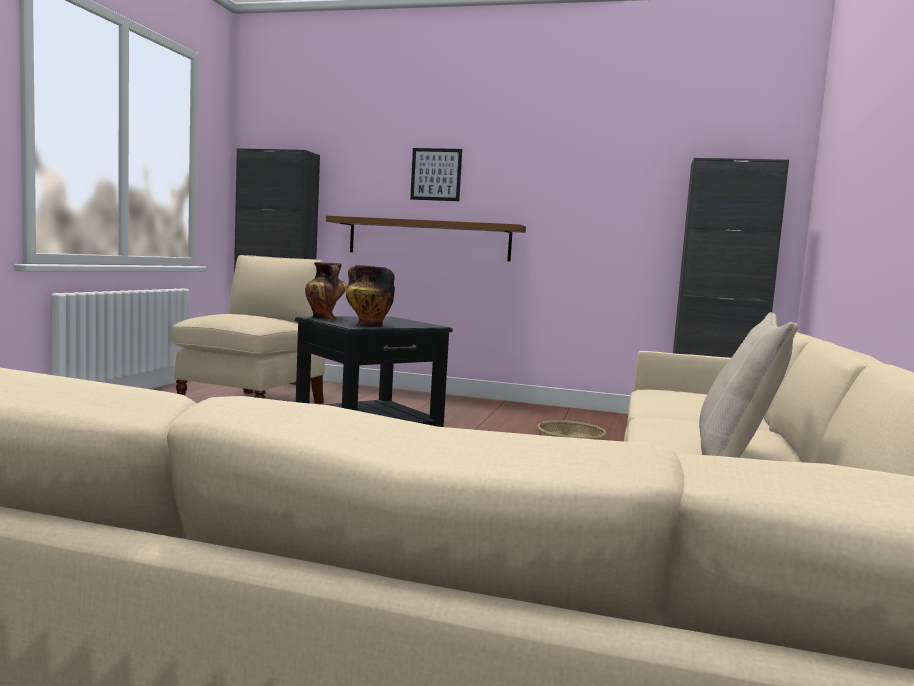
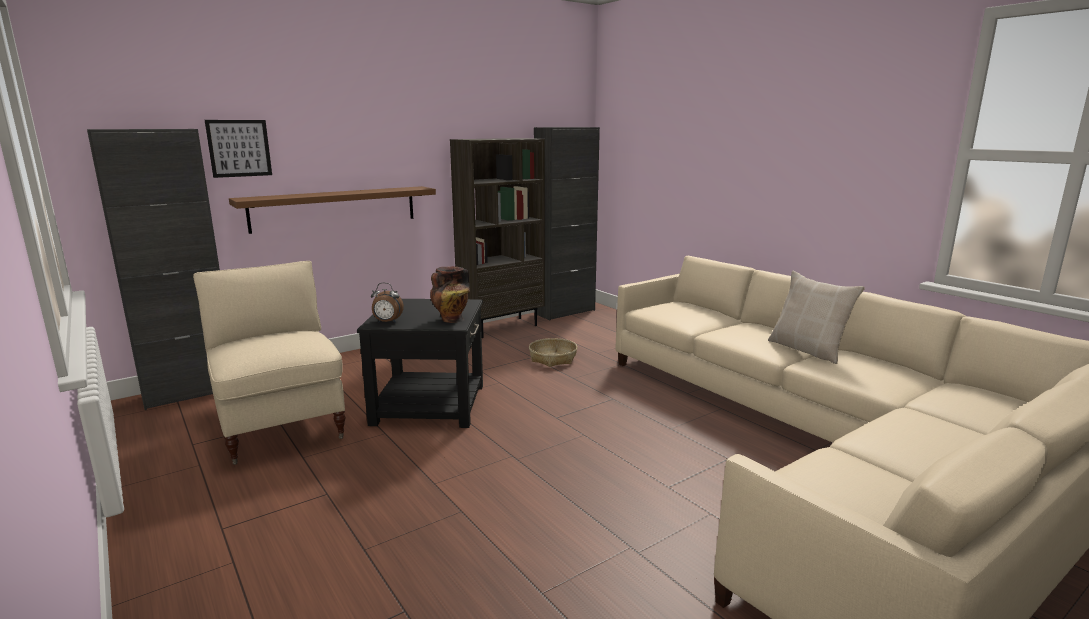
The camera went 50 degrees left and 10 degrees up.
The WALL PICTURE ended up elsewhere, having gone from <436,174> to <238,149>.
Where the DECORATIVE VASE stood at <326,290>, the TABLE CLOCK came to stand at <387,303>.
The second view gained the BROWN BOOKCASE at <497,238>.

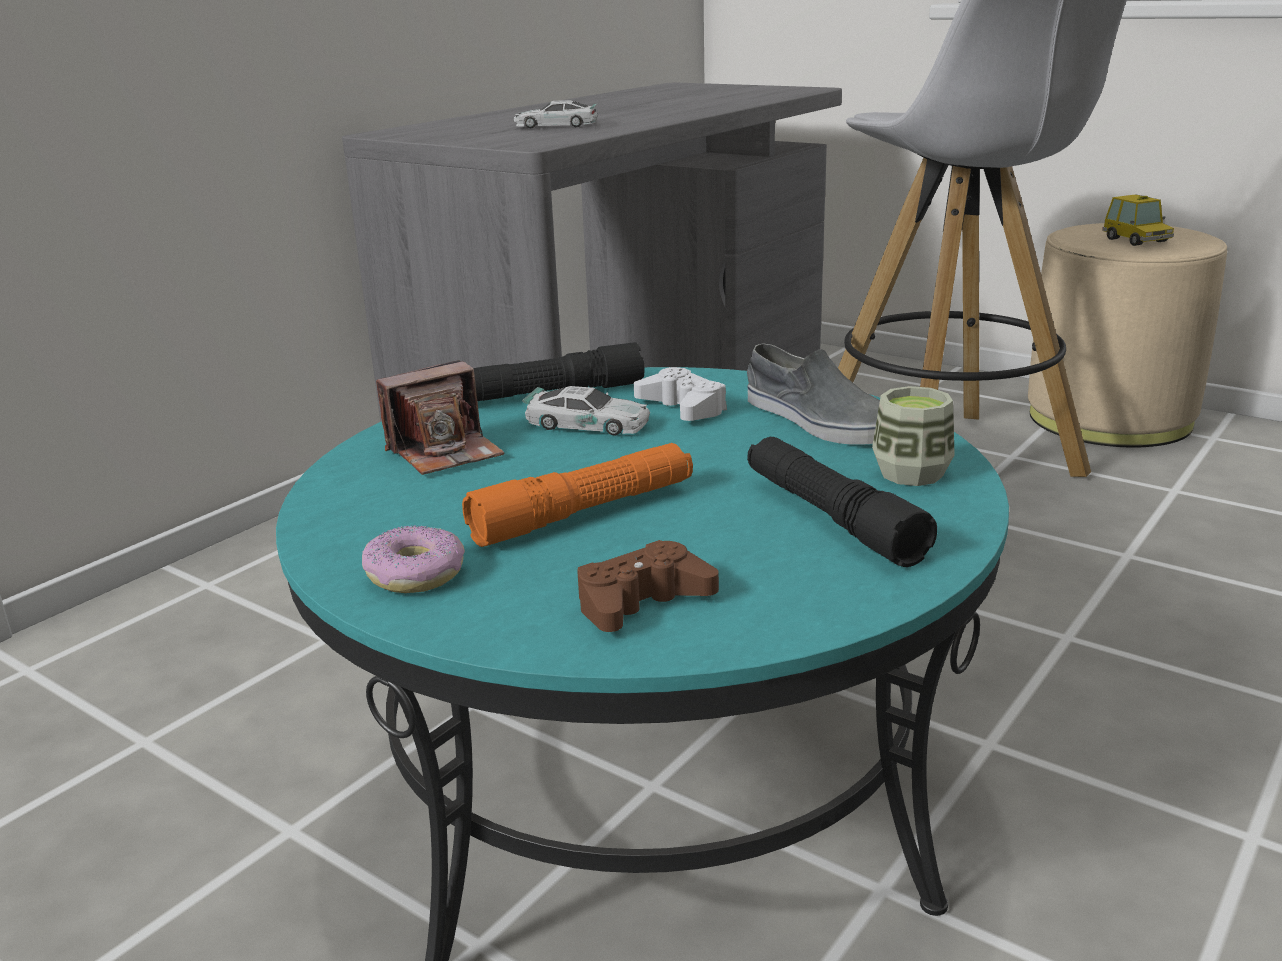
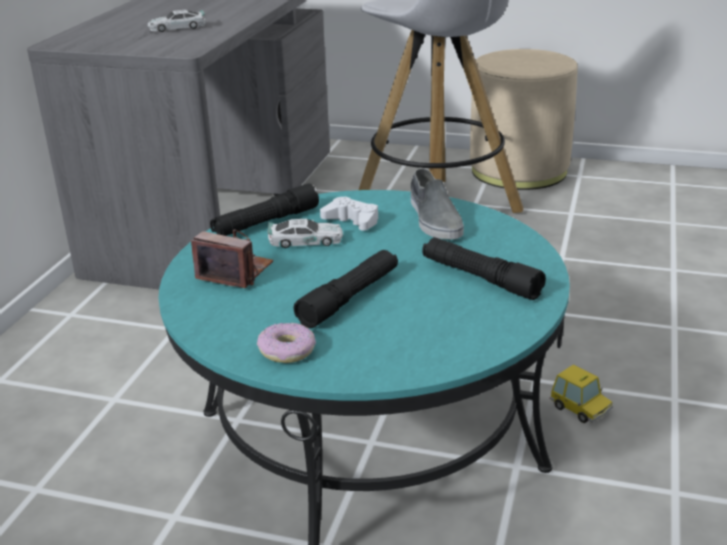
The camera went 20 degrees left and 5 degrees up.
The PHOTO CAMERA at <440,417> ended up facing another way, 105 degrees counterclockwise from before.
What was the ORANGE-COLOURED TORCH at <577,495> turned into the BLACK-COLOURED TORCH at <346,289>.
The GREY ITEM OF FOOTWEAR at <813,394> ended up facing another way, 45 degrees clockwise from before.
The TOY CAR ended up elsewhere, having gone from <1138,220> to <581,393>.
The second view lost the BROWN JOYPAD at <648,586>.
The second view lost the DRINKING CUP at <913,436>.

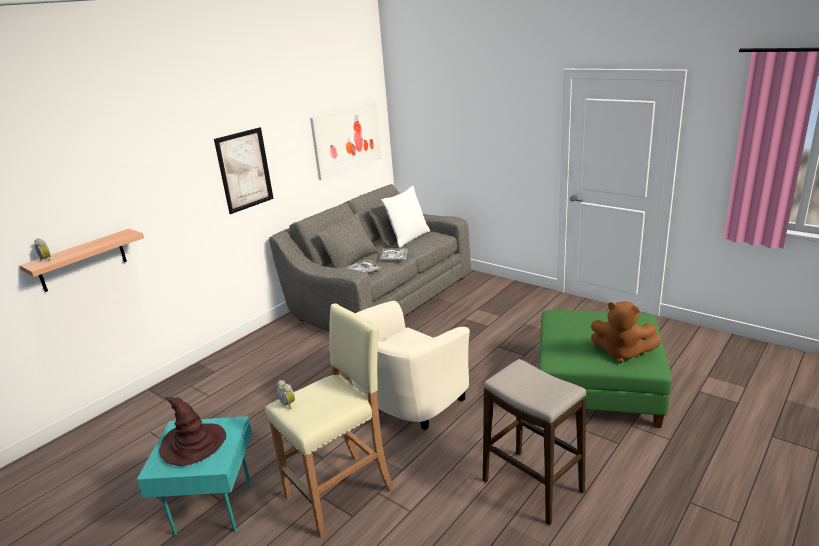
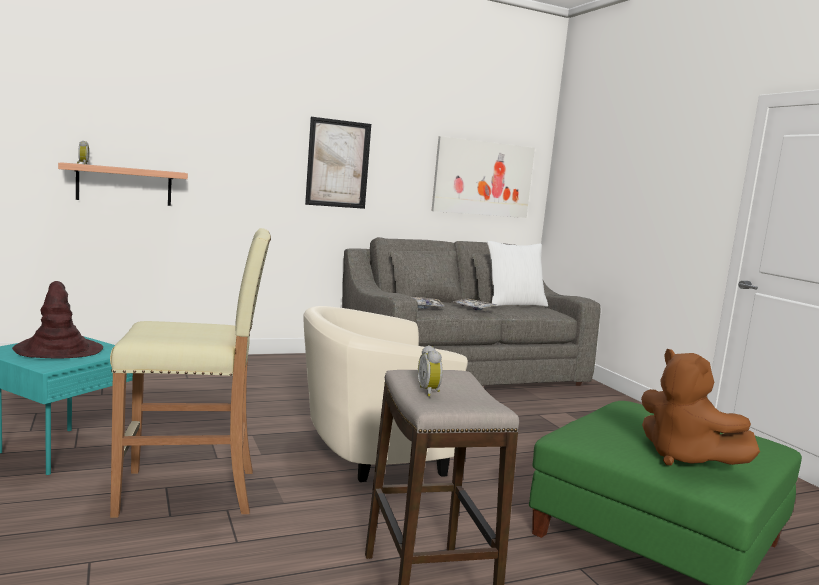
The camera went 25 degrees right and 15 degrees down.
The TABLE CLOCK ended up elsewhere, having gone from <286,394> to <430,371>.

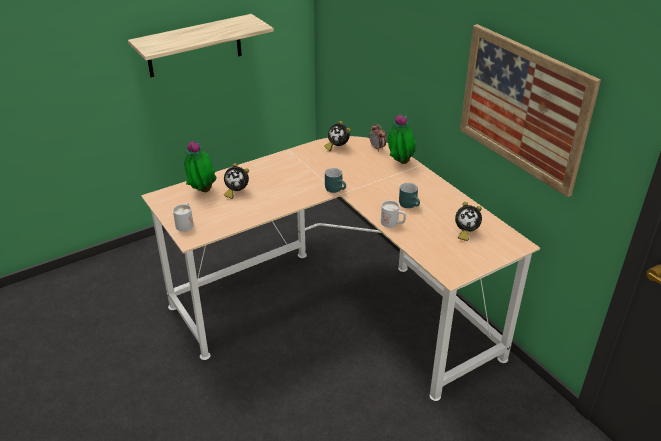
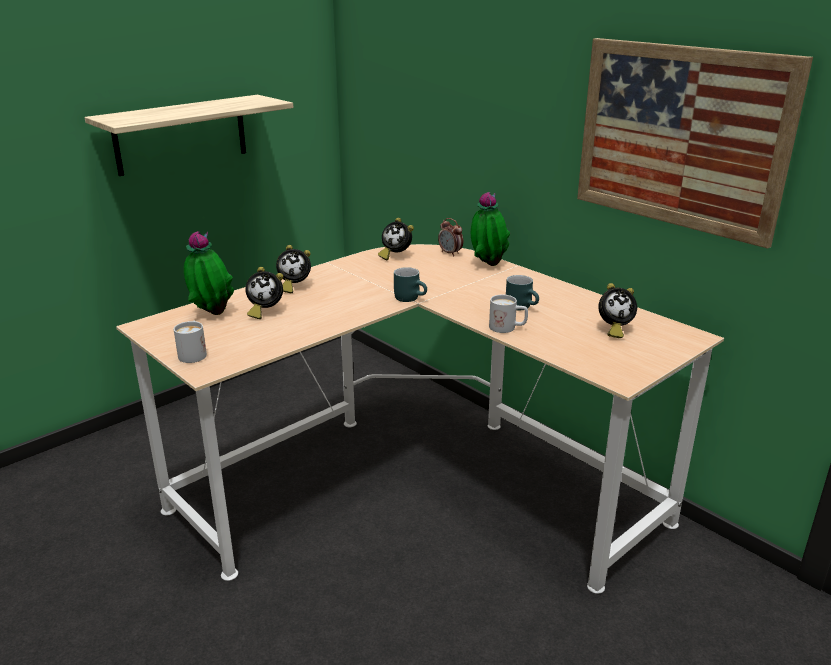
The camera went 10 degrees left and 10 degrees down.
The second view gained the TABLE CLOCK at <293,269>.

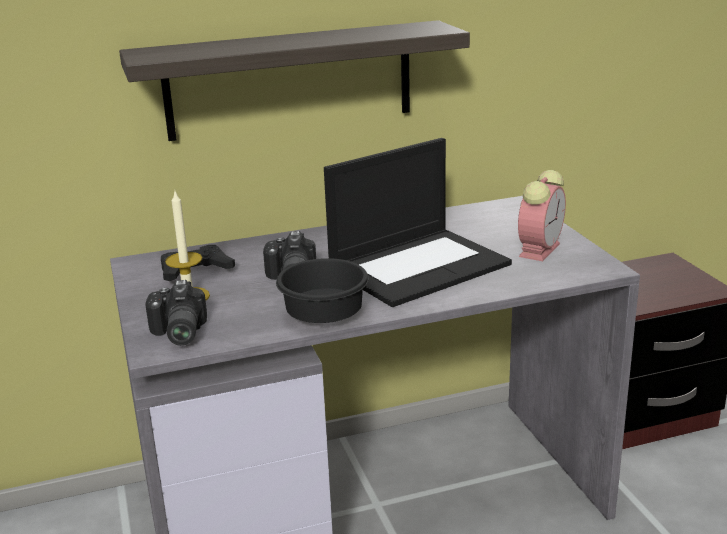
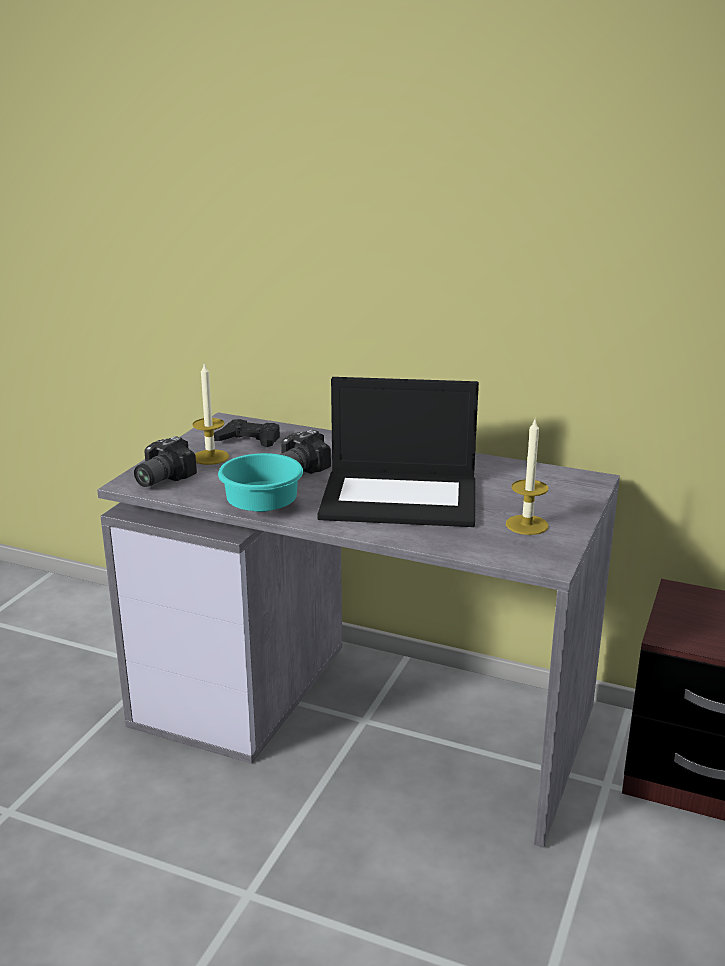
The camera went 40 degrees right and 0 degrees up.
What was the BLACK-COLOURED DEEP DISH at <322,290> turned into the TURQUOISE-COLOURED DEEP DISH at <260,482>.
Where the TABLE CLOCK stood at <542,215>, the WAX LIGHT came to stand at <527,476>.
The second view lost the BRACKET SHELF at <294,80>.

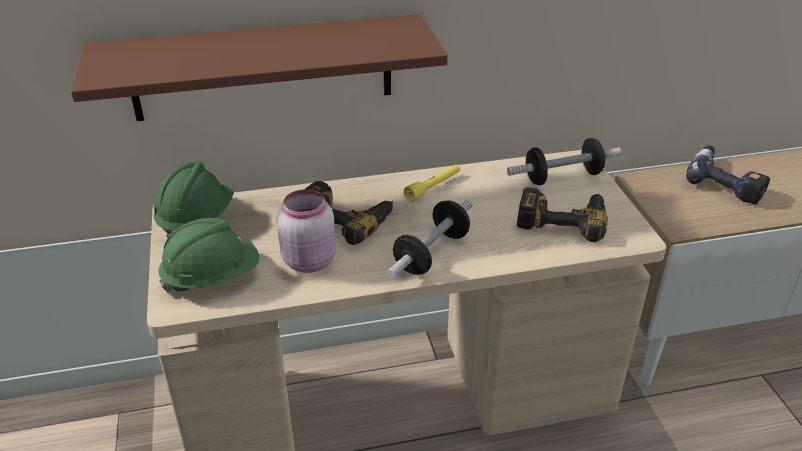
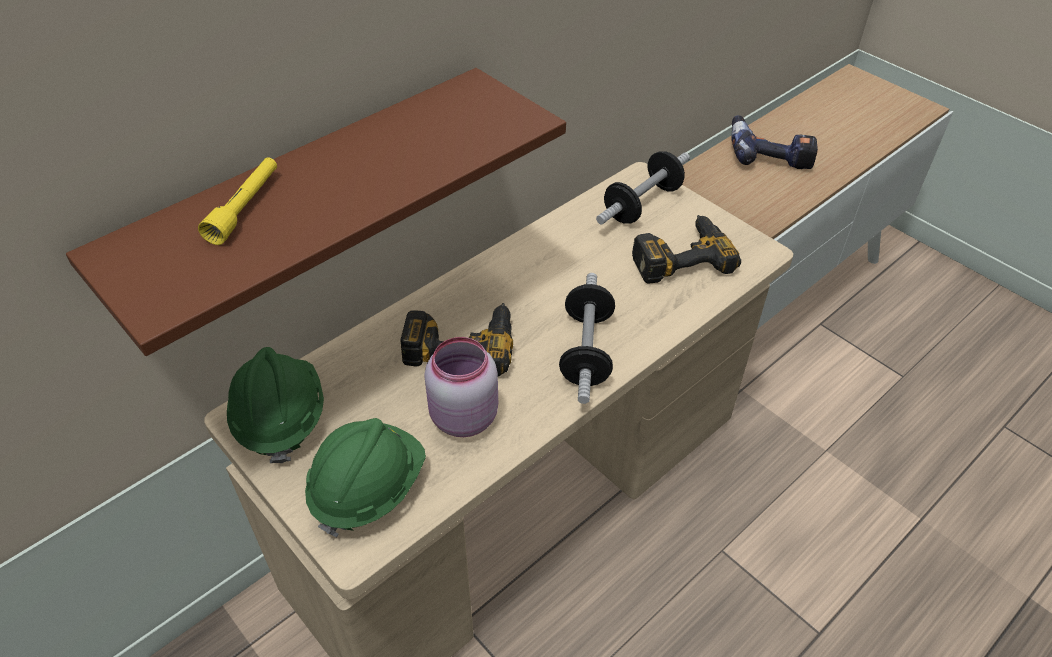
The camera went 30 degrees left and 10 degrees up.
The YELLOW-COLOURED TORCH ended up elsewhere, having gone from <432,183> to <237,201>.

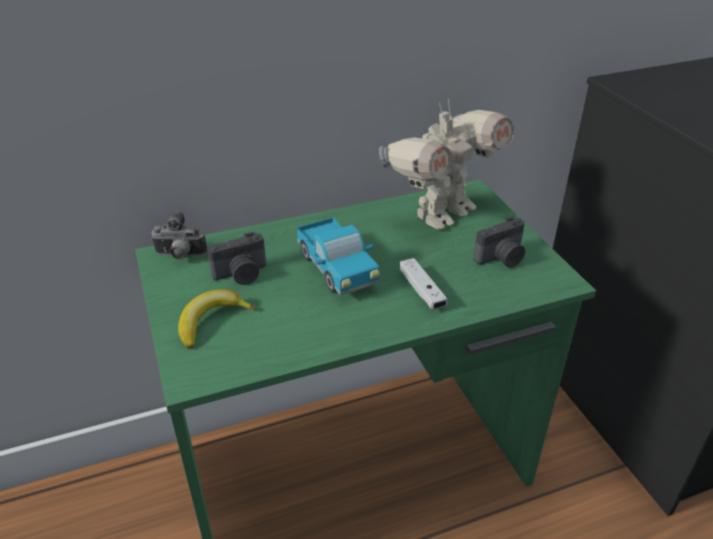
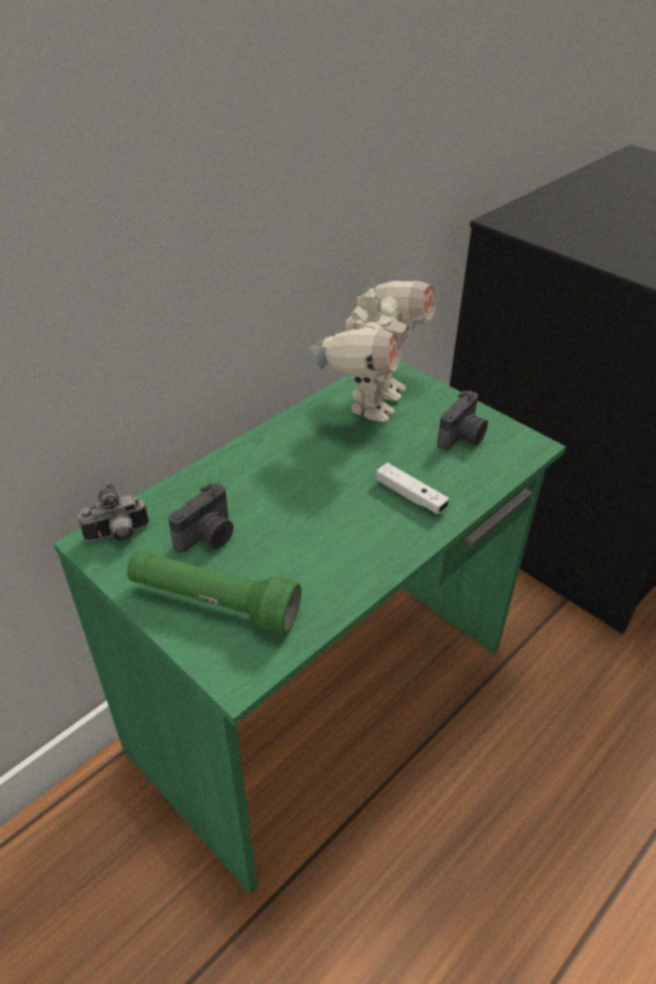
The camera went 25 degrees left and 5 degrees up.
Where the WHOLE BANANA stood at <216,318>, the GREEN-COLOURED TORCH came to stand at <214,592>.
The second view lost the TOY TRUCK at <338,256>.

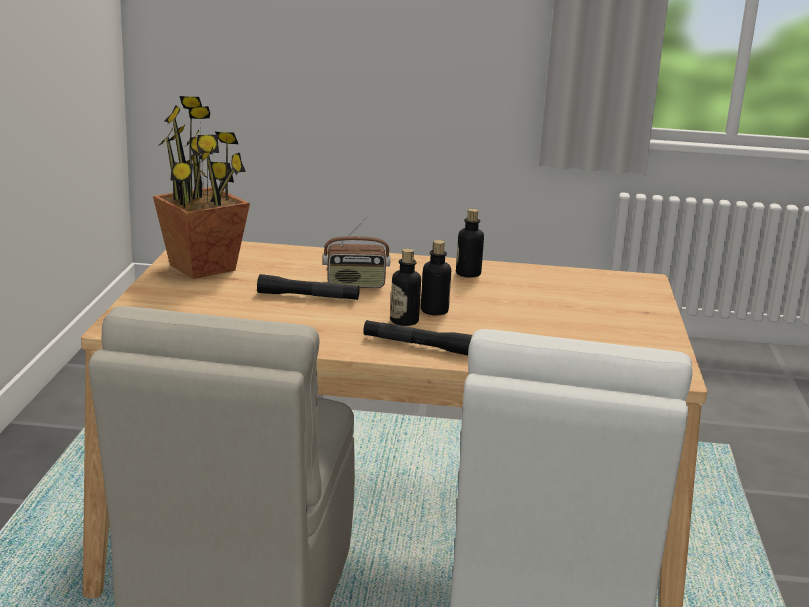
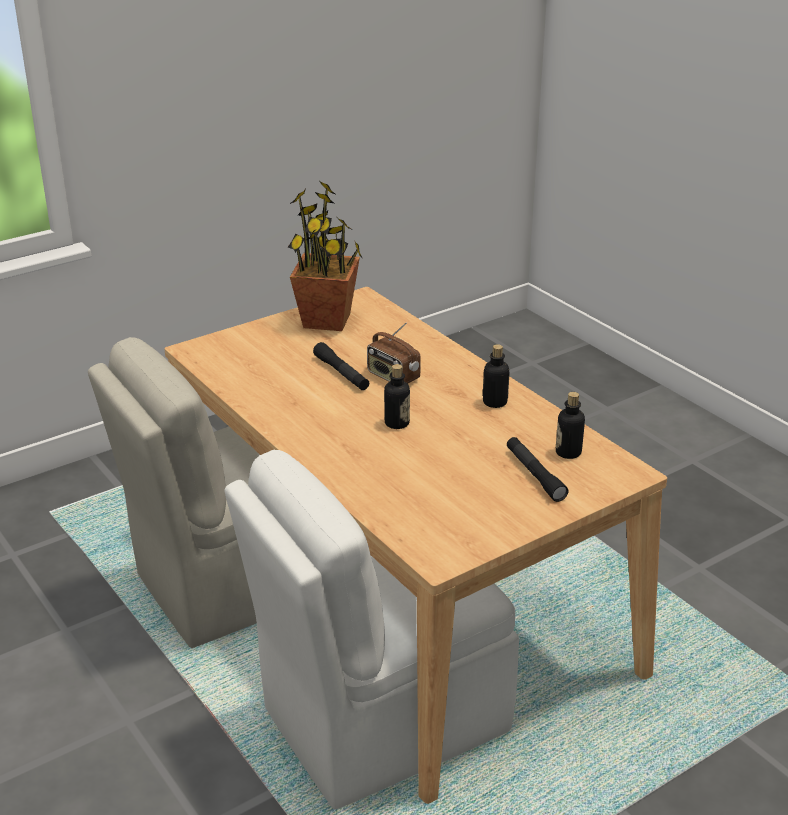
The camera went 50 degrees right and 10 degrees up.
The BLACK-COLOURED TORCH ended up elsewhere, having gone from <417,337> to <538,469>.
The BEVERAGE BOTTLE ended up elsewhere, having gone from <405,287> to <570,425>.

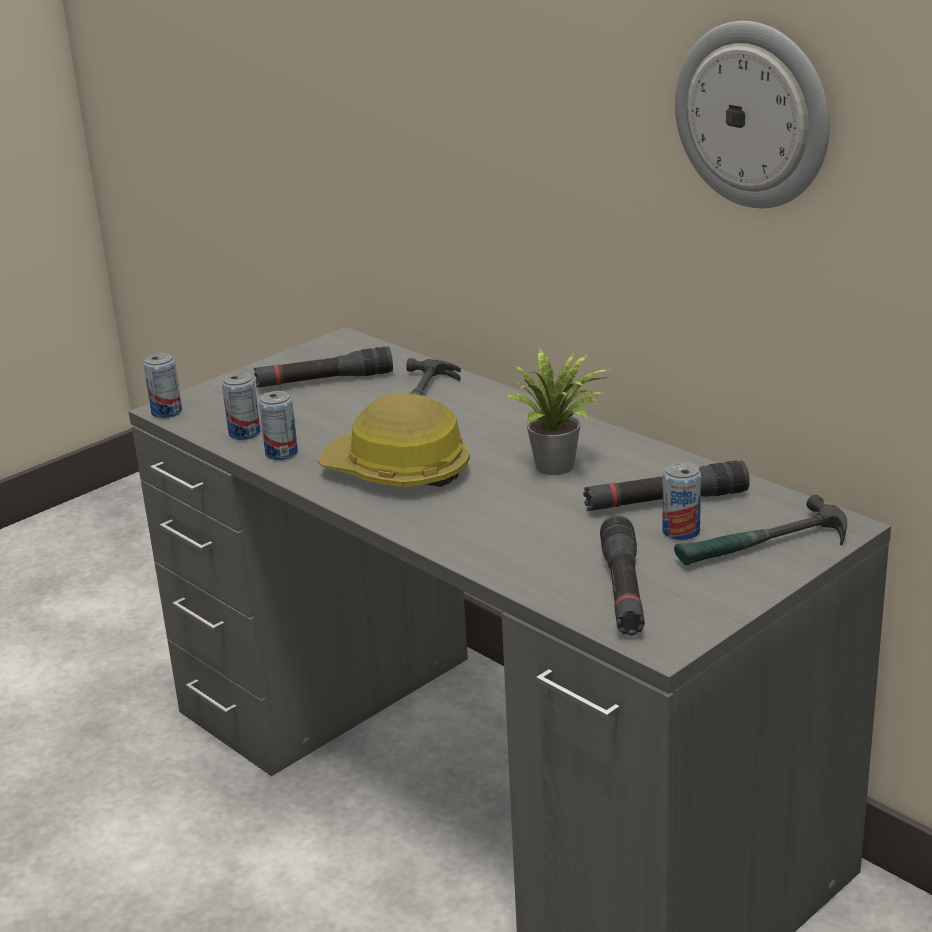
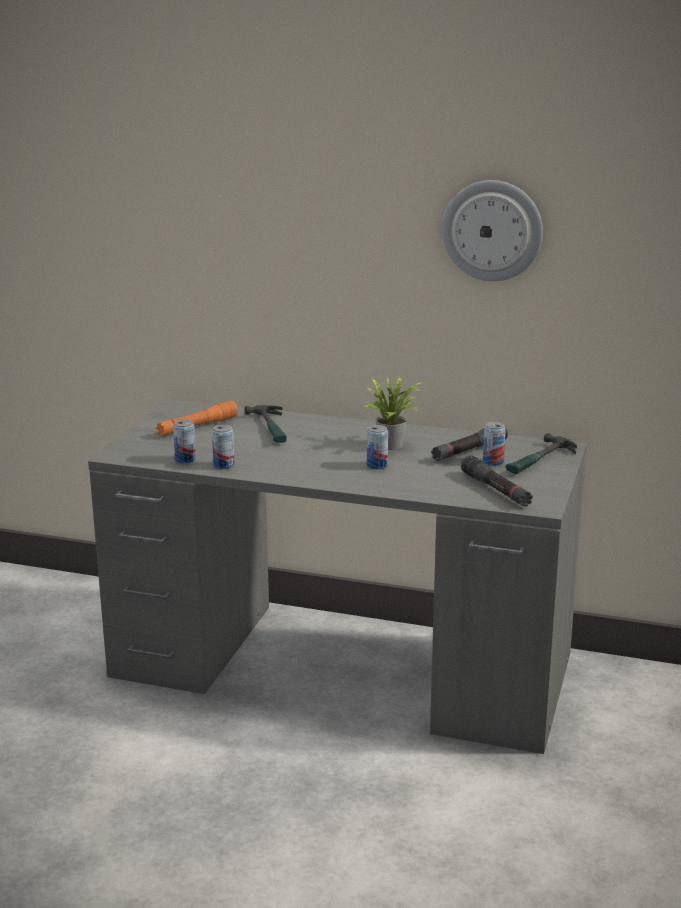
The camera went 30 degrees left and 5 degrees down.
What was the BLACK-COLOURED TORCH at <323,367> turned into the ORANGE-COLOURED TORCH at <197,418>.
The METAL CAN ended up elsewhere, having gone from <163,385> to <377,447>.
The second view lost the HARD HAT at <394,440>.

